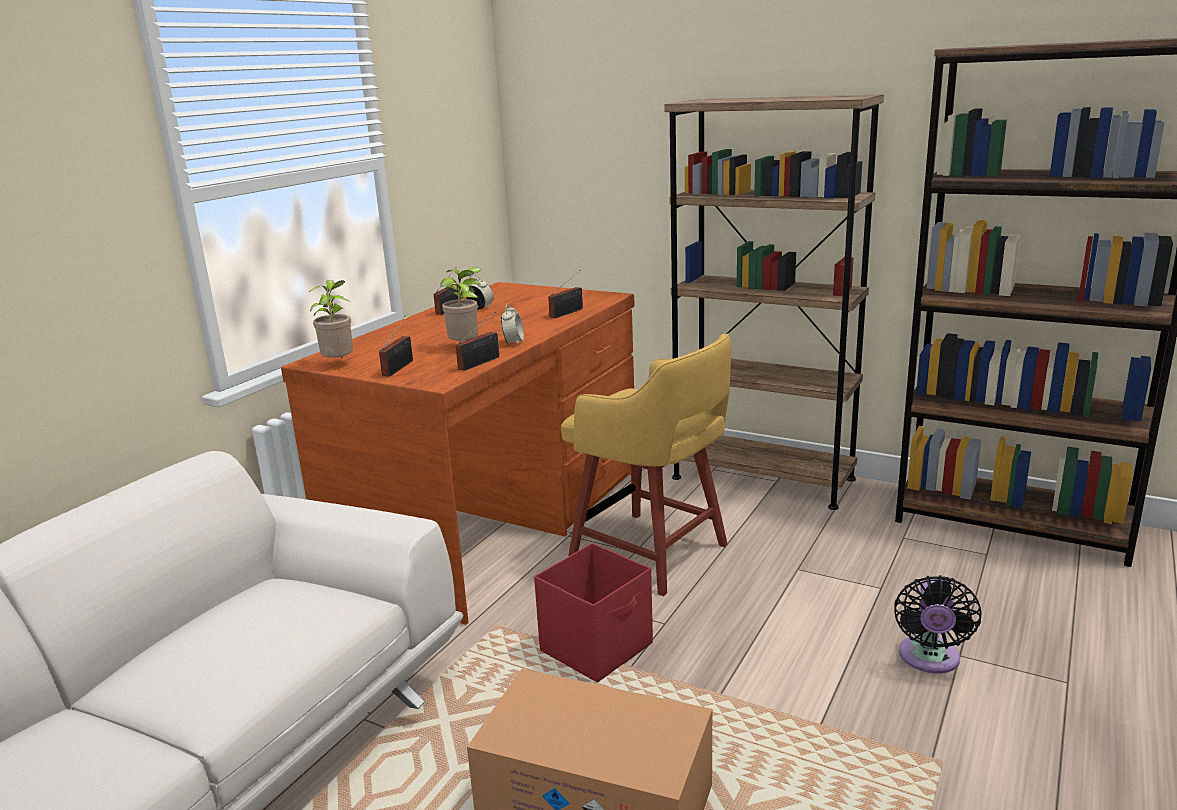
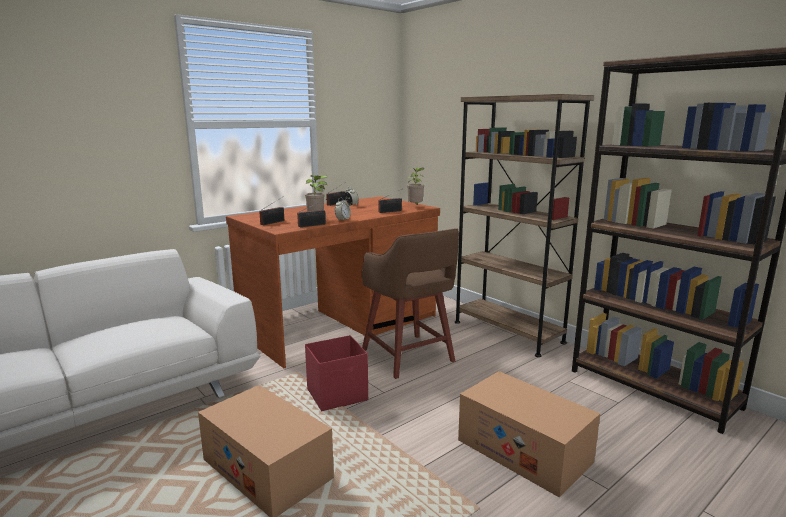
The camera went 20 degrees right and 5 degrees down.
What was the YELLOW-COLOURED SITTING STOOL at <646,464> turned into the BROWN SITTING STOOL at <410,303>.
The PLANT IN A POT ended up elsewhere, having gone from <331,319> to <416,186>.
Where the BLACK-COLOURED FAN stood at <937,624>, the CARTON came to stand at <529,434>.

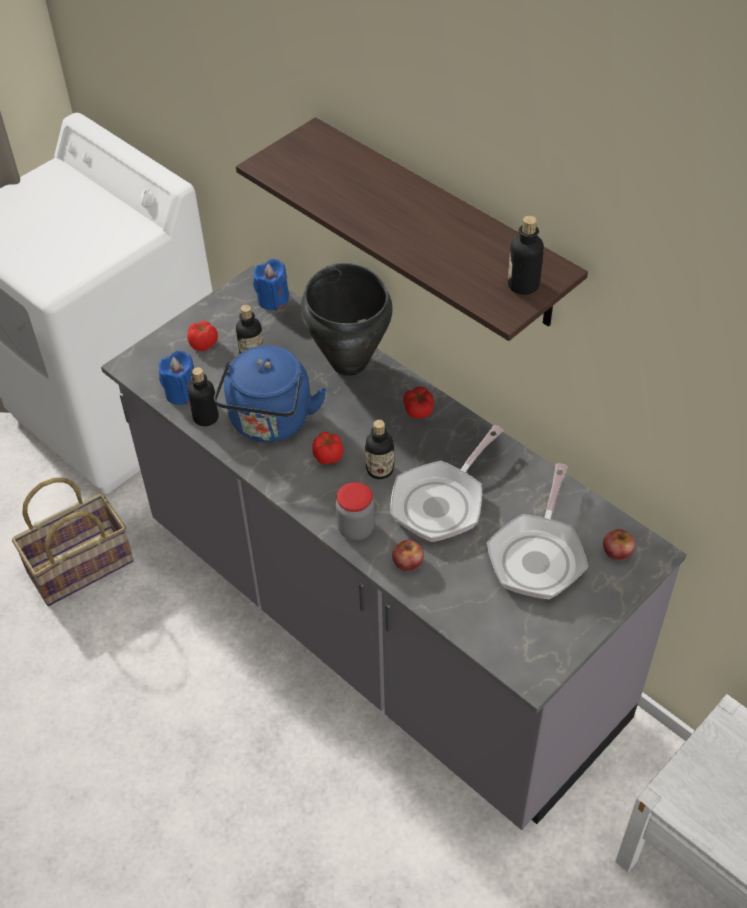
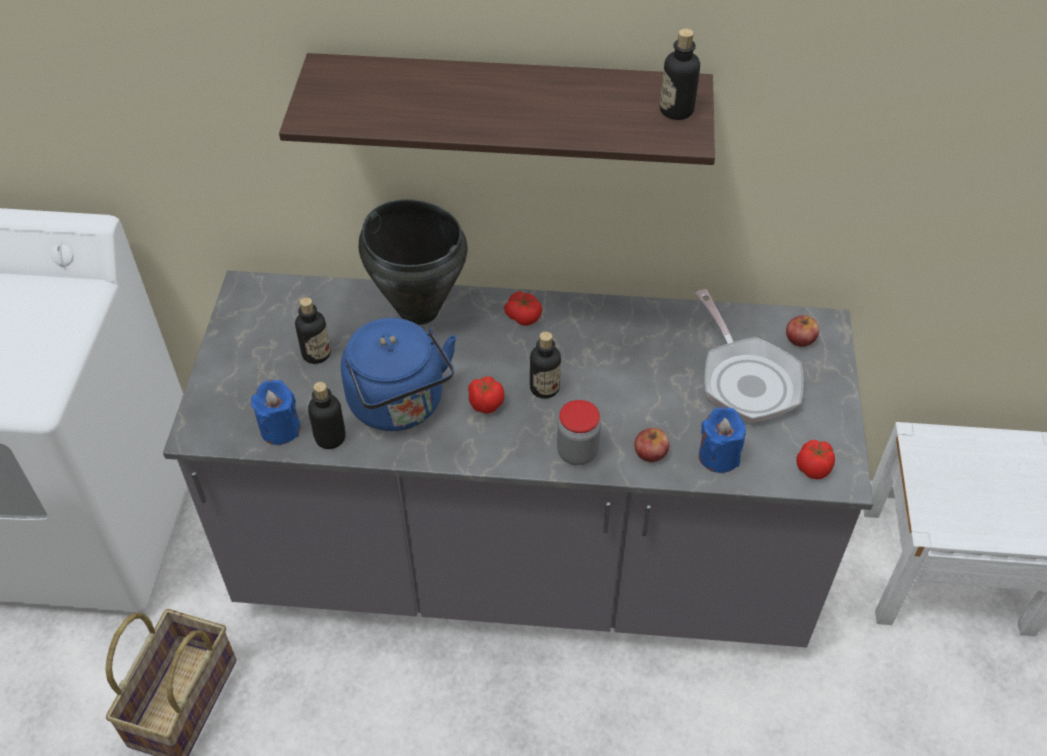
The camera went 40 degrees left and 0 degrees up.
The BLUISH WAX LIGHT ended up elsewhere, having gone from <271,285> to <722,440>.
The FRESH TOMATO ended up elsewhere, having gone from <202,336> to <815,459>.
The second view lost the SKILLET at <447,483>.

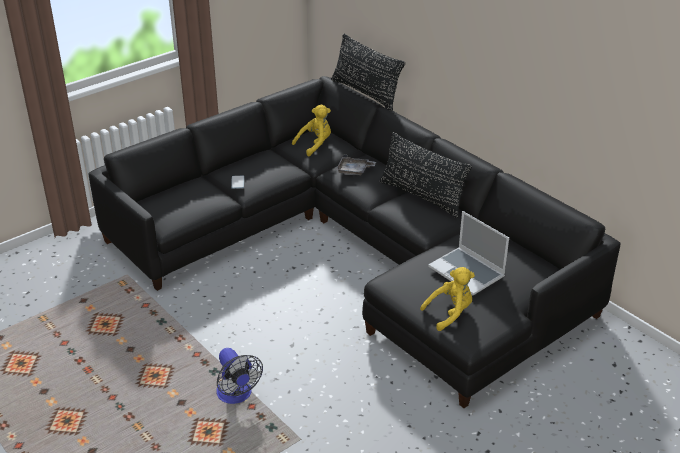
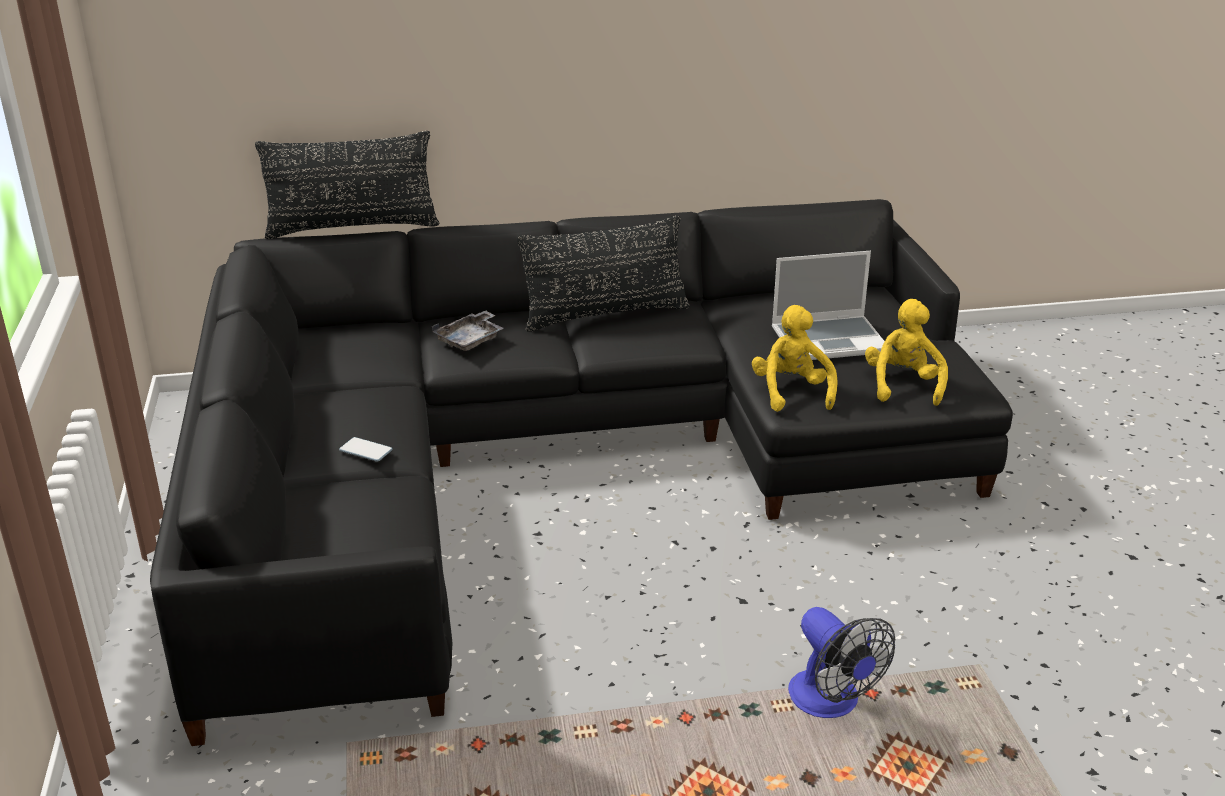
The camera went 60 degrees left and 5 degrees down.
The YELLOW-COLOURED CUDDLY TOY ended up elsewhere, having gone from <311,130> to <795,358>.
The FAN at <239,376> ended up facing another way, 60 degrees clockwise from before.

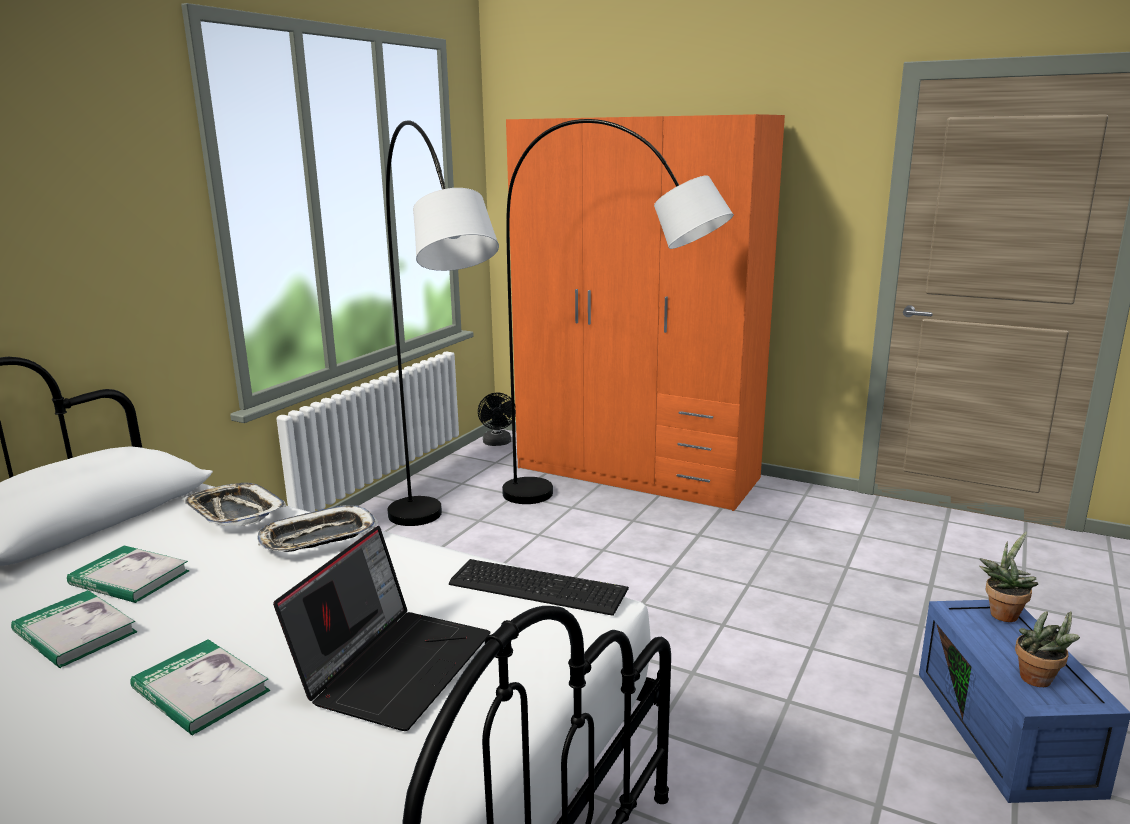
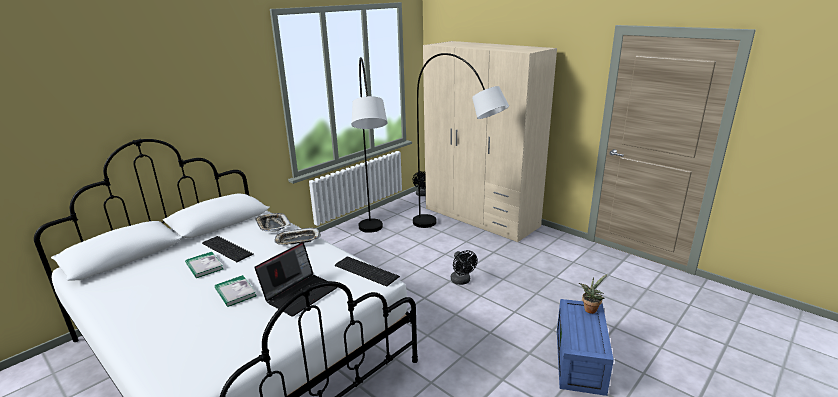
The camera went 15 degrees right and 5 degrees up.
Where the BOOK stood at <128,574>, the KEYBOARD came to stand at <228,249>.
What was the ORANGE-COLOURED ARMOIRE at <645,312> turned into the BEIGE ARMOIRE at <490,141>.
The second view gained the BLACK-COLOURED FAN at <464,267>.
The second view lost the PLANT IN A POT at <1047,649>.

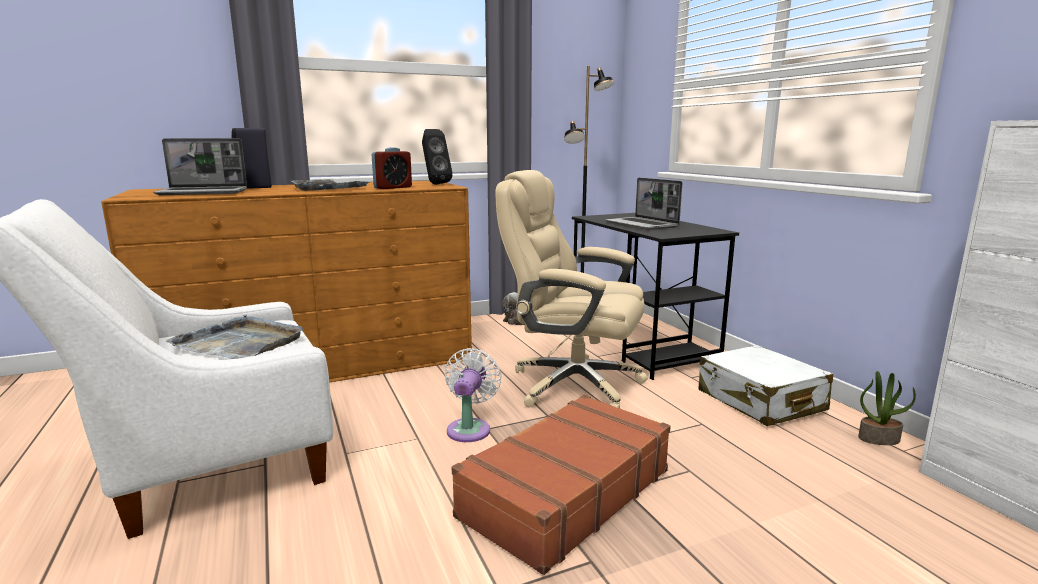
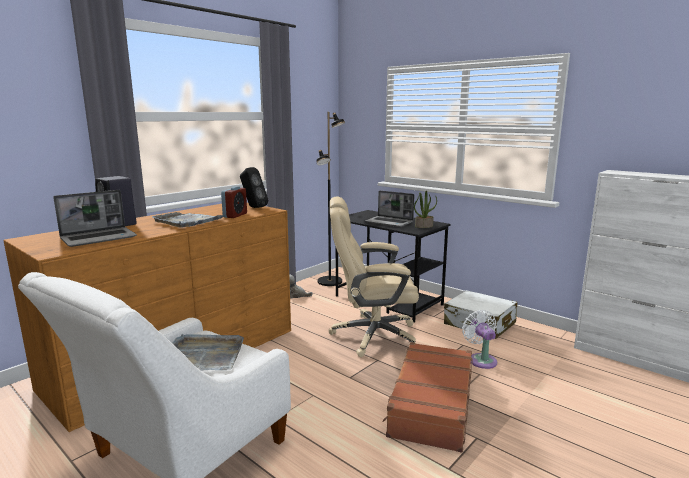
The camera went 25 degrees left and 0 degrees up.
The PLANT IN A POT ended up elsewhere, having gone from <887,408> to <425,209>.
The WHITISH FAN ended up elsewhere, having gone from <473,395> to <479,339>.

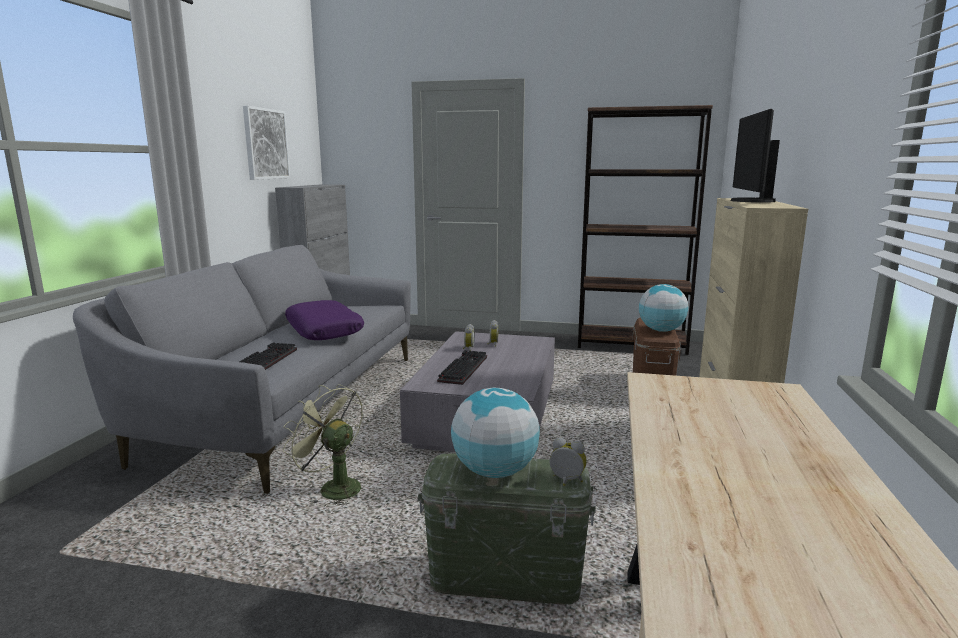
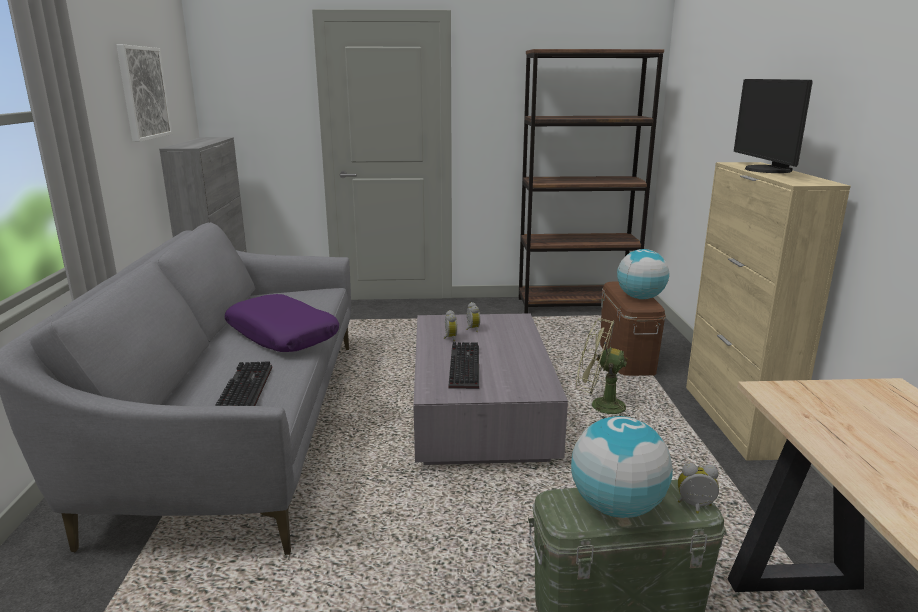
The camera went 15 degrees left and 5 degrees up.
The GREEN-COLOURED FAN ended up elsewhere, having gone from <323,445> to <603,368>.

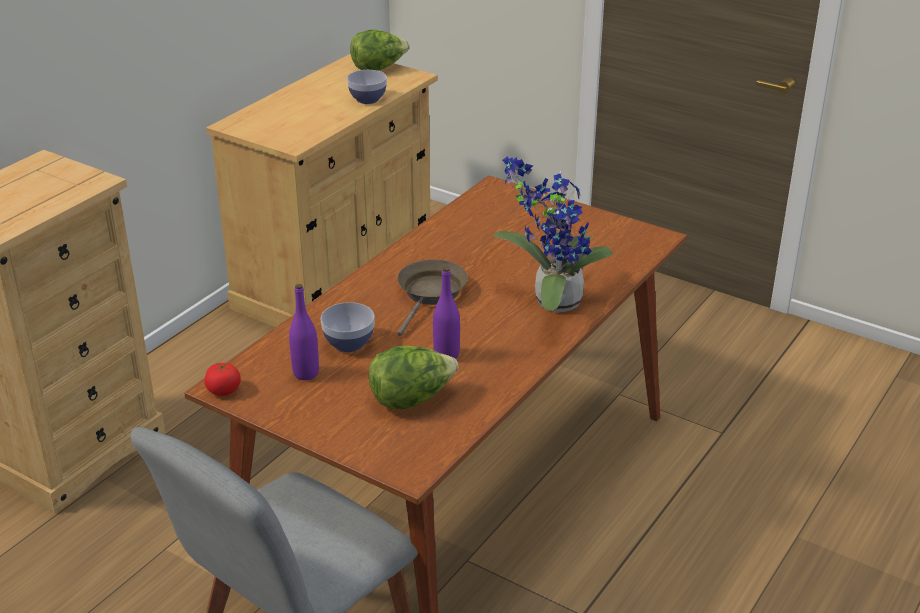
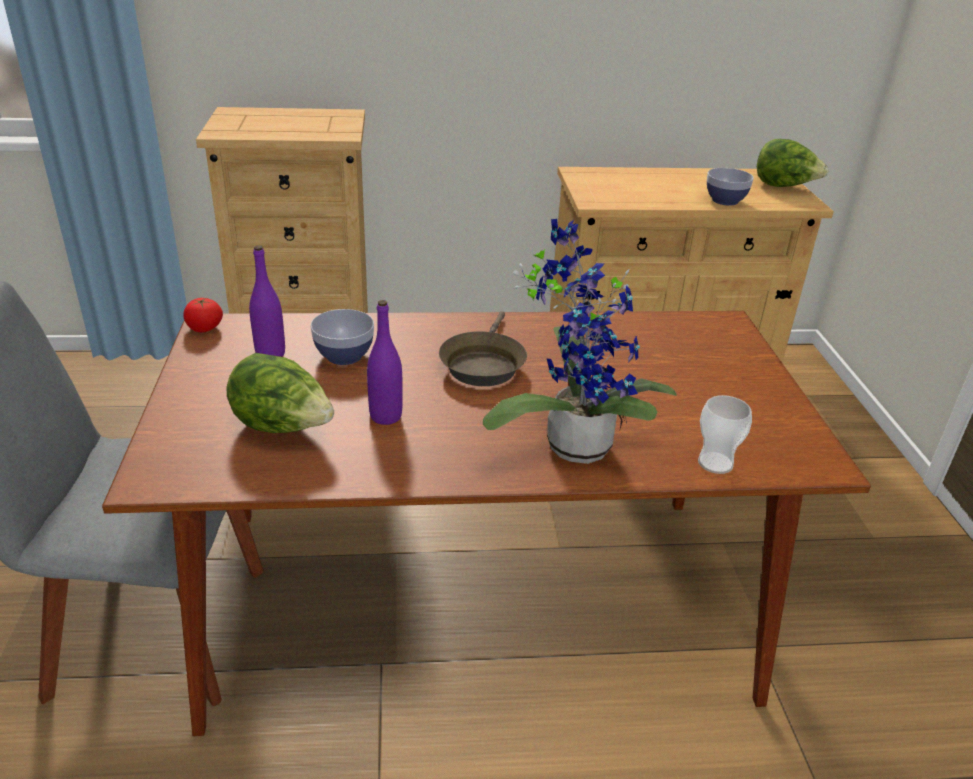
The camera went 50 degrees right and 0 degrees up.
The BROWN SKILLET at <432,298> ended up facing another way, 120 degrees clockwise from before.
The second view gained the DRINKING CUP at <725,434>.

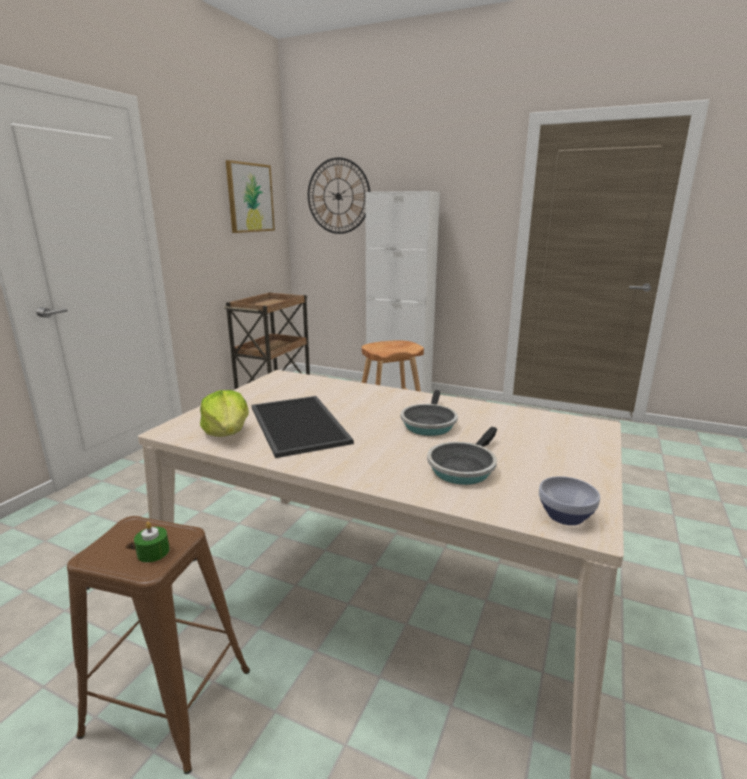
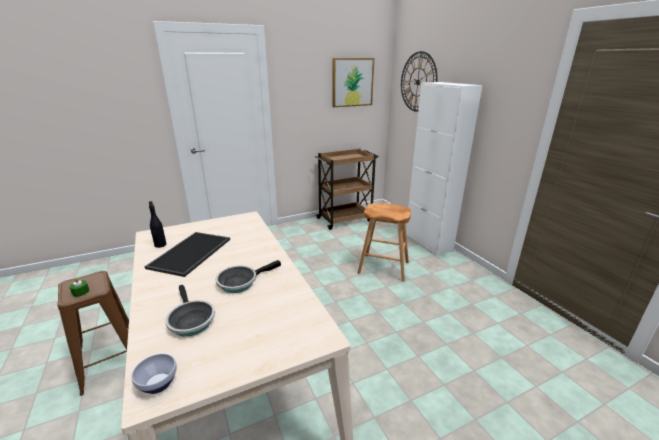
The camera went 40 degrees right and 5 degrees up.
Where the LETTUCE HEAD stood at <224,413>, the BLACK-COLOURED BEVERAGE BOTTLE came to stand at <157,224>.
The SKILLET at <462,456> ended up facing another way, 105 degrees counterclockwise from before.

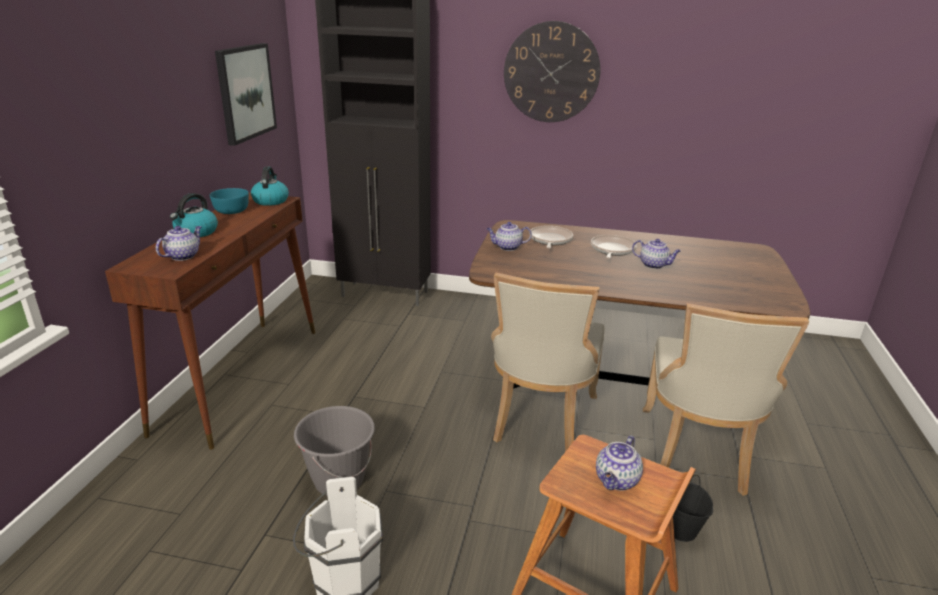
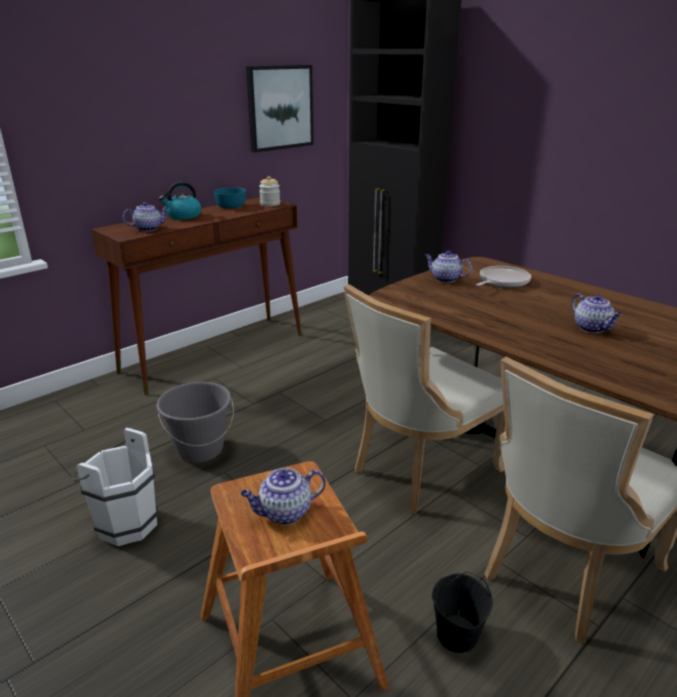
The camera went 35 degrees right and 0 degrees up.
Where the WATER KETTLE stood at <270,186>, the JAR came to stand at <269,191>.
The second view lost the CLOCK ON THE WALL at <552,71>.
The second view lost the SKILLET at <614,247>.

